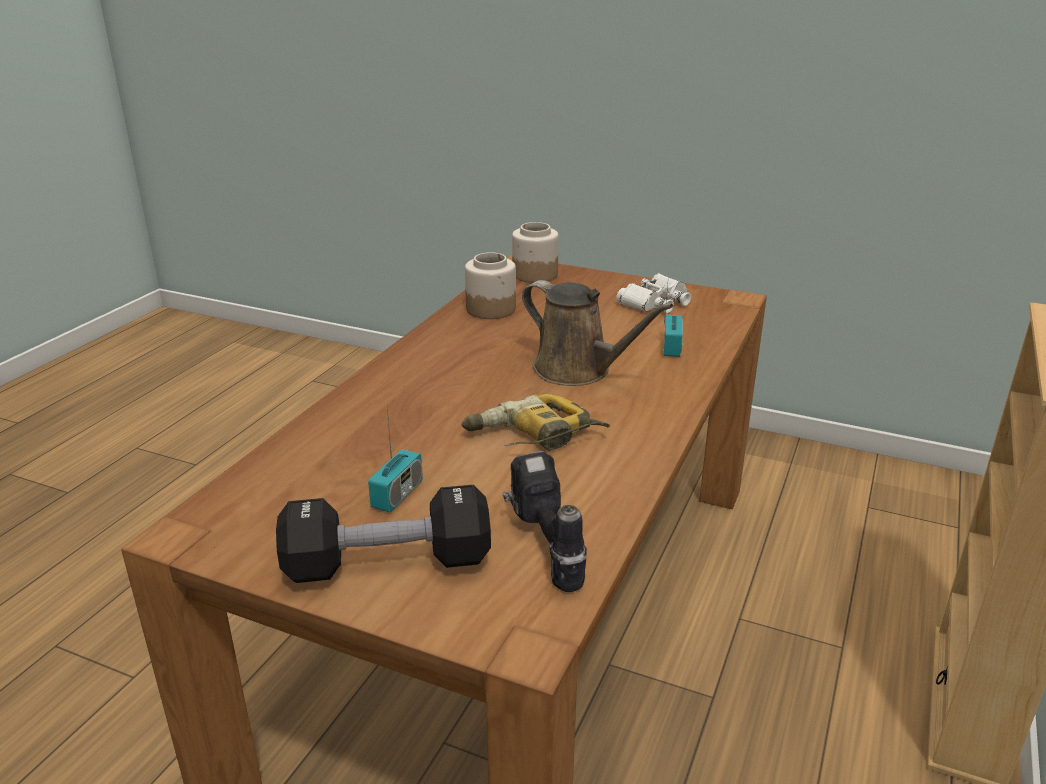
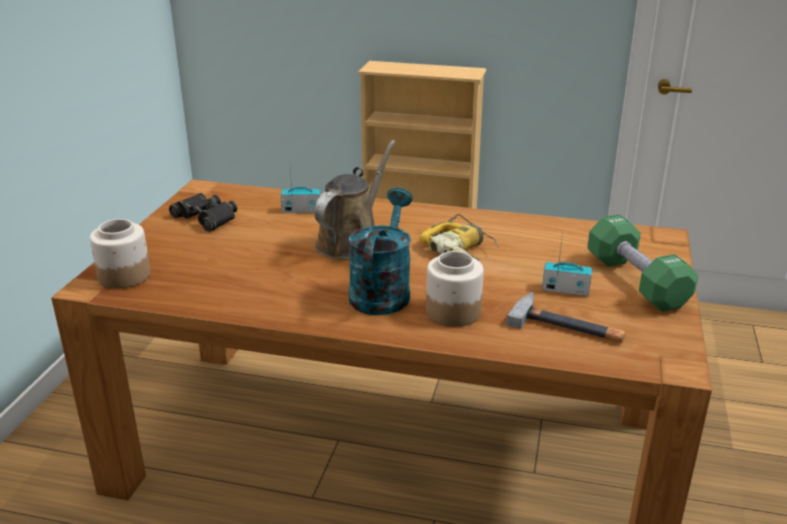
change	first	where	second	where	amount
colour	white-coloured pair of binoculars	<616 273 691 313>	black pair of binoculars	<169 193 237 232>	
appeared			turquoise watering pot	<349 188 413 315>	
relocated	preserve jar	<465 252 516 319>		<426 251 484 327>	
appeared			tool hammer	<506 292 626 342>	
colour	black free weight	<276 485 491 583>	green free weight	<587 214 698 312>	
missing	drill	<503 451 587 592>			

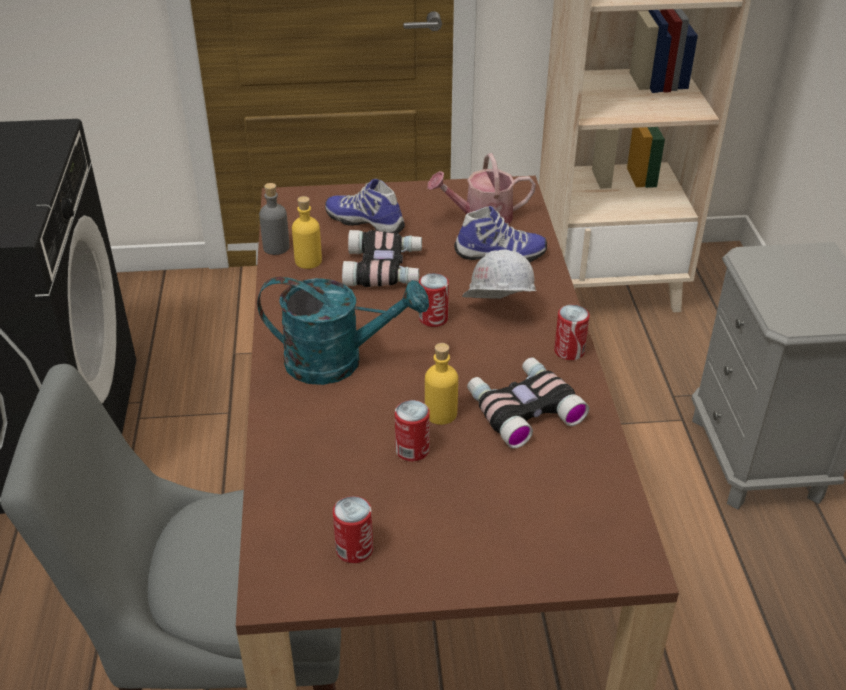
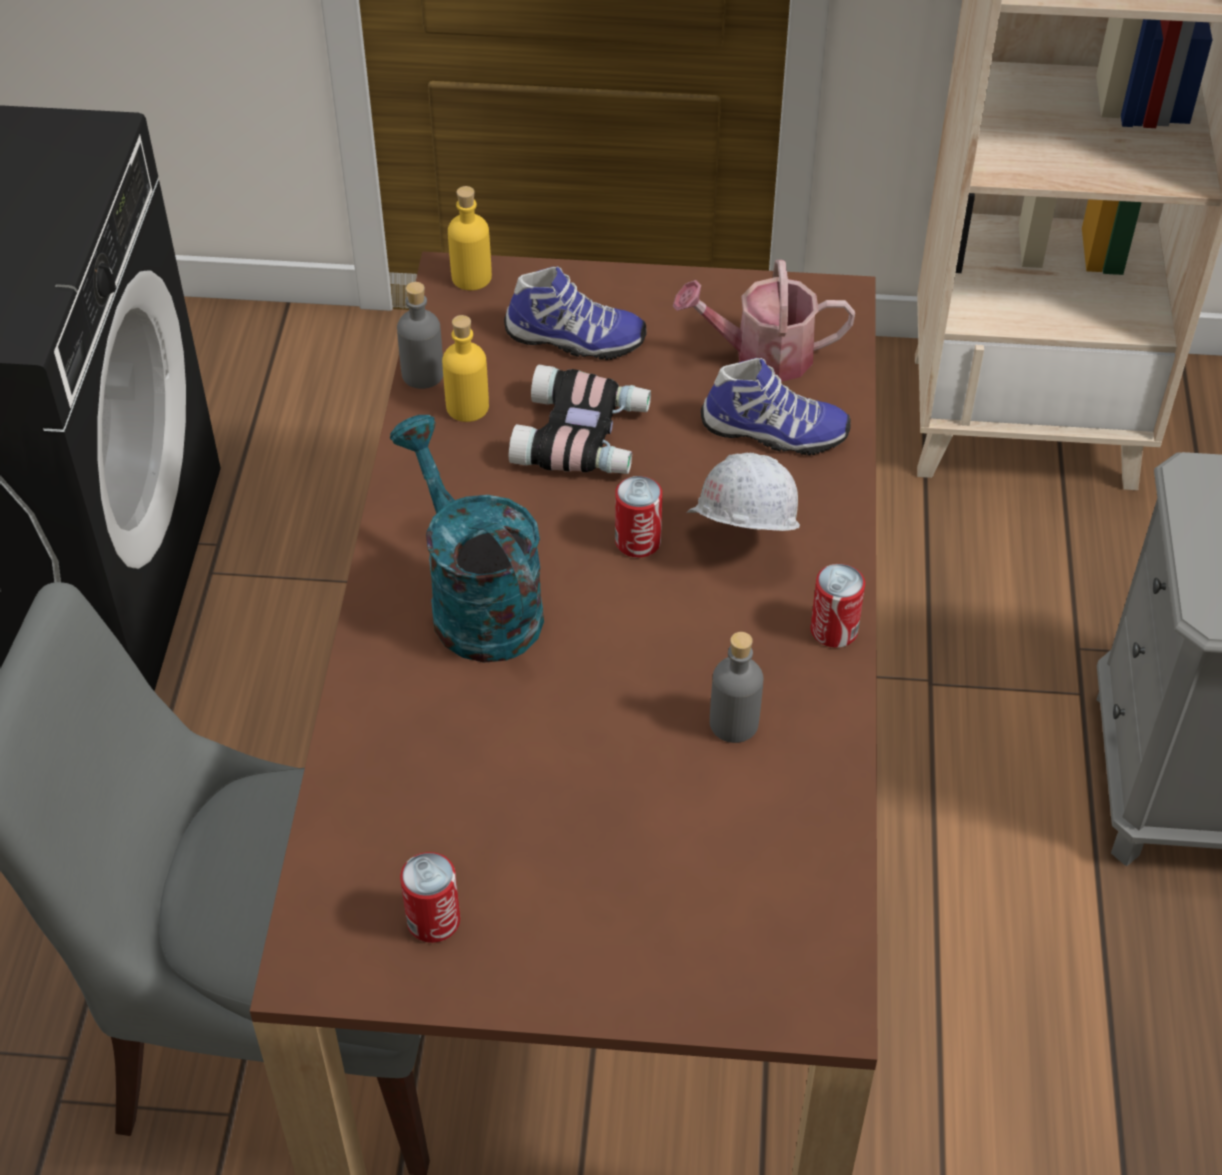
change	first	where	second	where	amount
spun	turquoise watering pot	<257 277 429 385>		<390 415 544 663>	135 degrees counterclockwise
relocated	yellow bottle	<425 343 458 425>		<448 186 492 290>	
spun	shoe	<325 179 405 234>		<504 266 646 360>	150 degrees clockwise
exchanged	pair of binoculars	<467 357 589 449>	greyish bottle	<710 632 763 743>	
missing	sealed can	<395 400 430 461>			

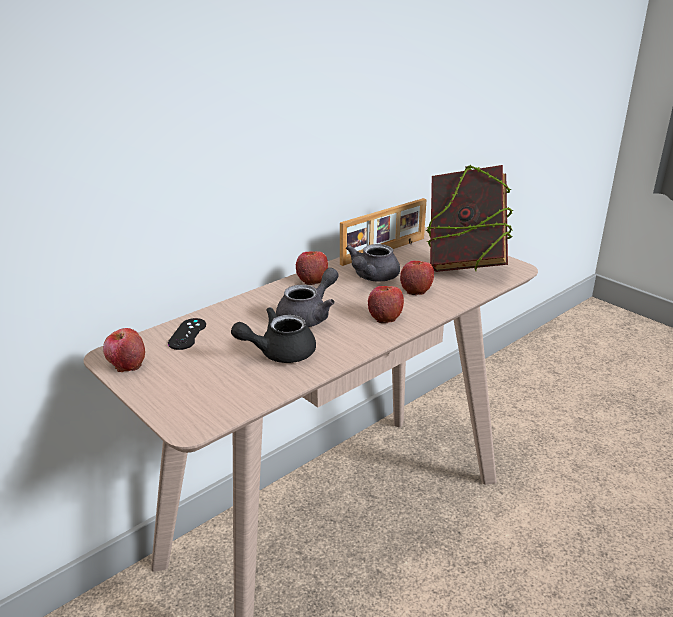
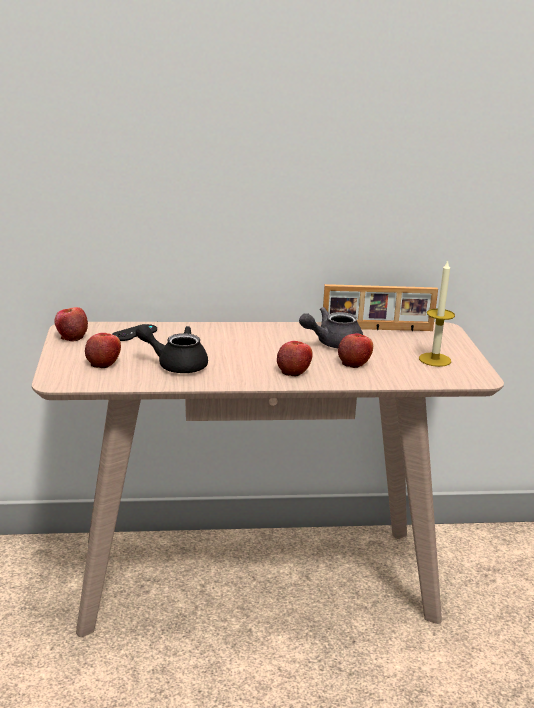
change	first	where	second	where	amount
relocated	apple	<296 251 328 285>		<85 333 121 368>	
exchanged	book	<425 164 514 272>	candle	<419 260 455 367>	
missing	greyish pot for tea	<276 268 339 327>			

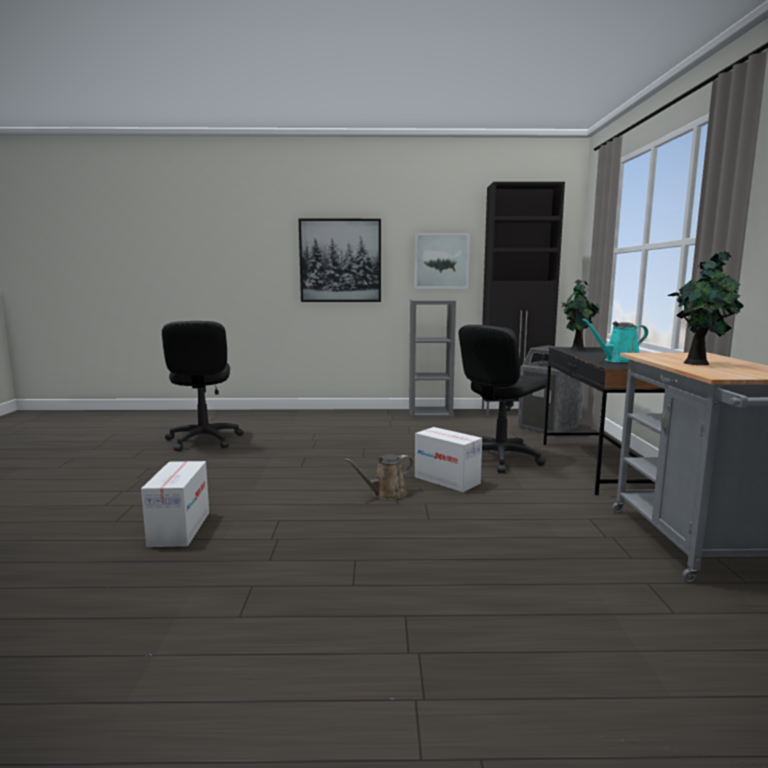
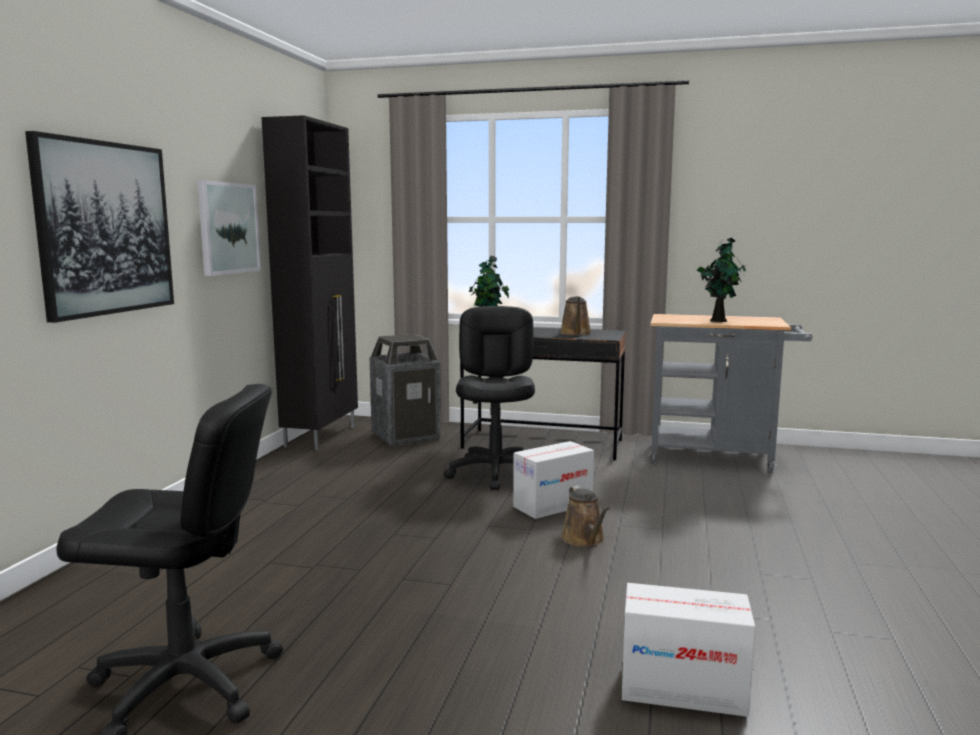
change	first	where	second	where	amount
spun	black office chair	<459 325 547 473>		<444 306 535 490>	150 degrees counterclockwise
colour	turquoise watering pot	<582 319 648 362>	brownish watering pot	<560 296 592 336>	
missing	greyish bookcase	<409 299 456 418>			

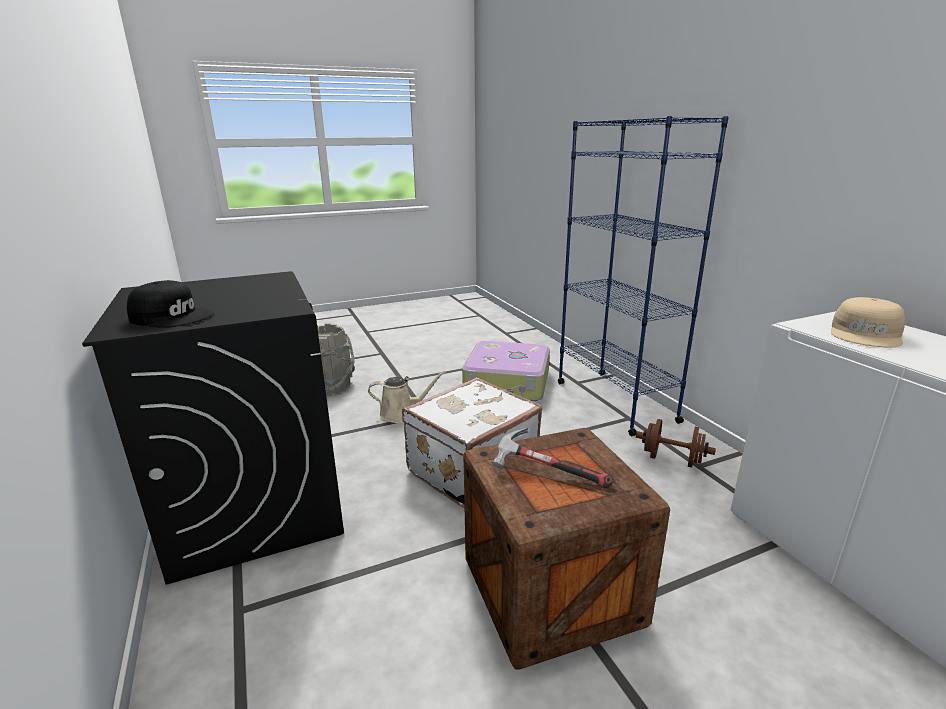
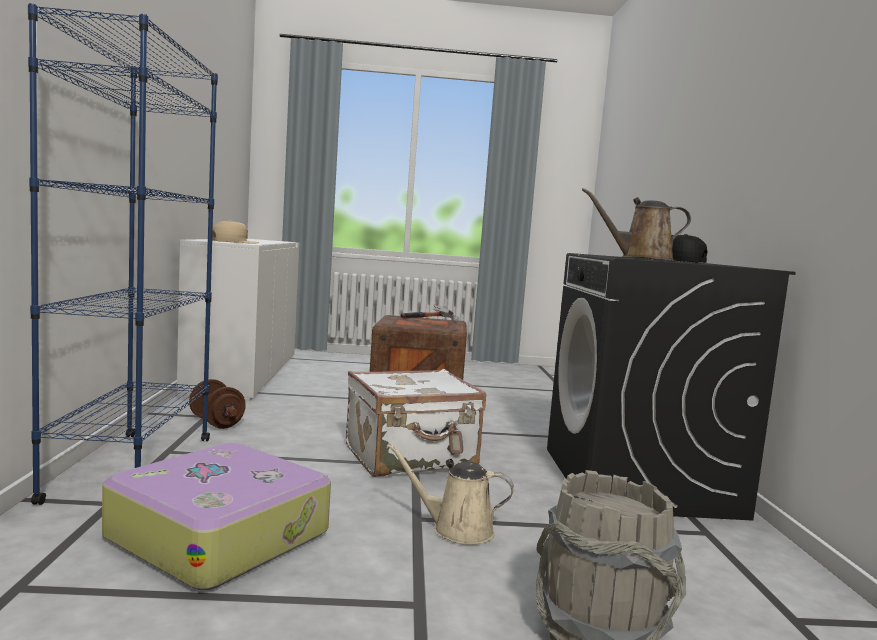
change	first	where	second	where	amount
appeared			brownish watering pot	<582 188 691 260>	

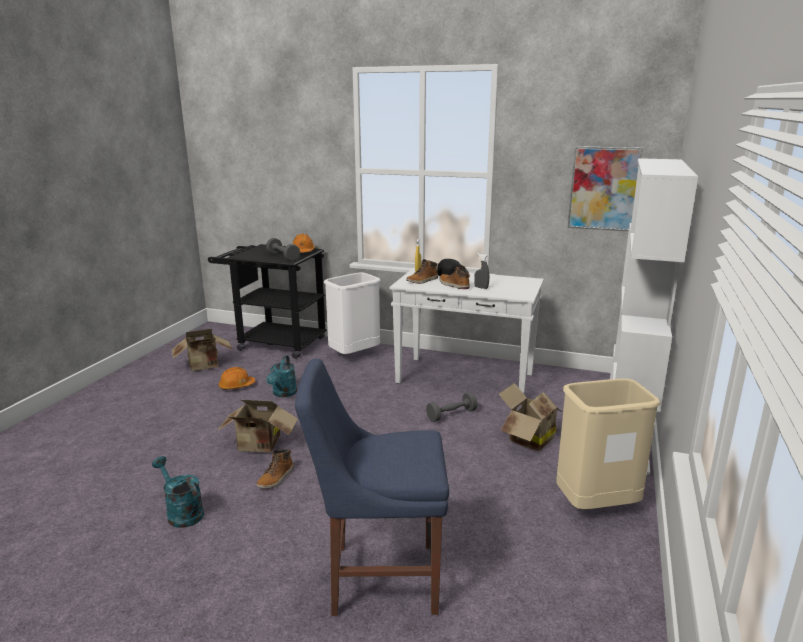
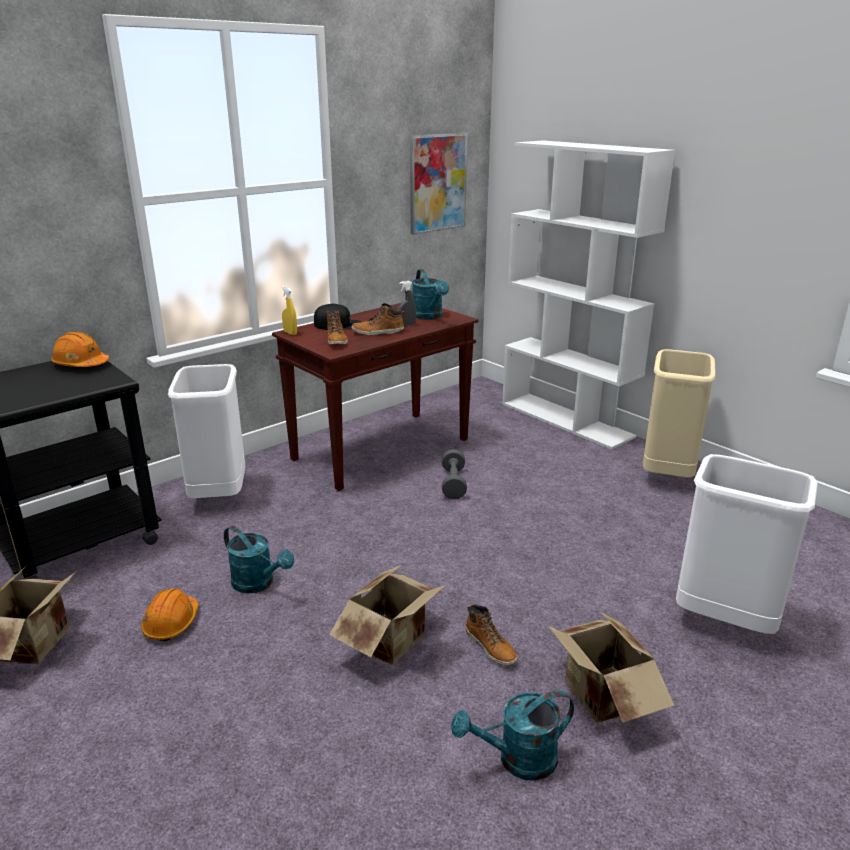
change	first	where	second	where	amount
colour	white-coloured console table	<390 268 544 394>	brownish console table	<272 303 479 491>	
appeared			turquoise watering pot	<412 269 449 320>	
relocated	carton	<499 383 563 451>		<547 611 675 723>	
exchanged	blue-coloured upright chair	<295 358 449 616>	white-coloured trash can	<676 454 818 634>	
missing	greyish free weight	<266 238 300 261>			

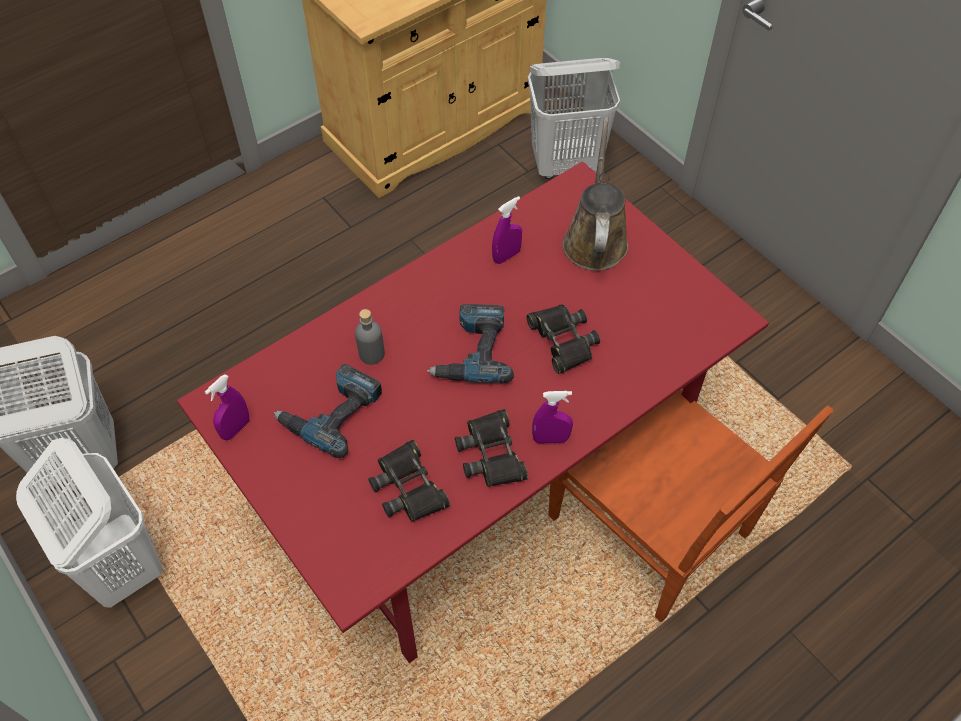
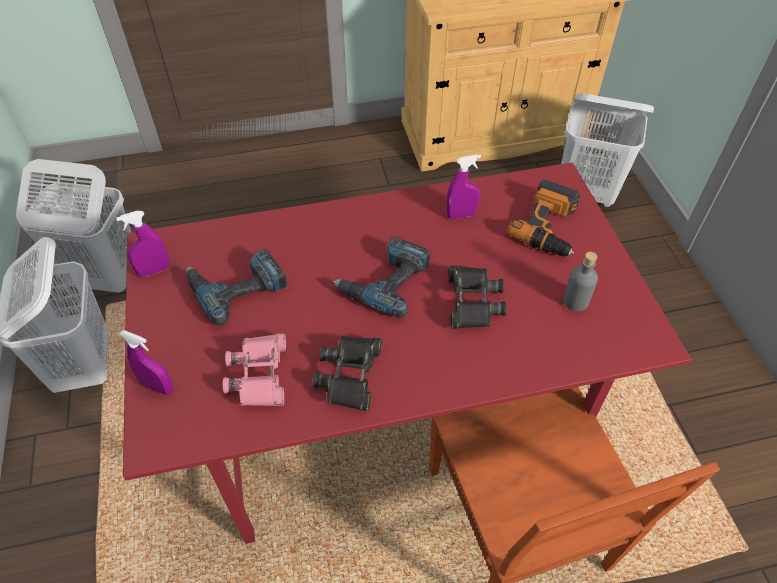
change	first	where	second	where	amount
relocated	purple-coloured hand sprayer	<532 391 573 443>		<119 330 173 395>	
colour	black pair of binoculars	<368 440 450 522>	pinkish pair of binoculars	<223 333 286 406>	
exchanged	brownish watering pot	<562 117 628 271>	drill	<507 180 581 257>	
relocated	greyish bottle	<355 309 385 365>		<563 252 598 311>	

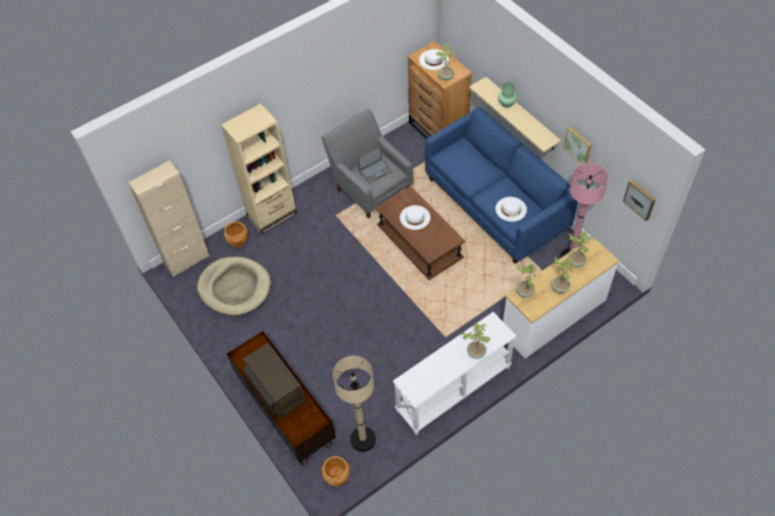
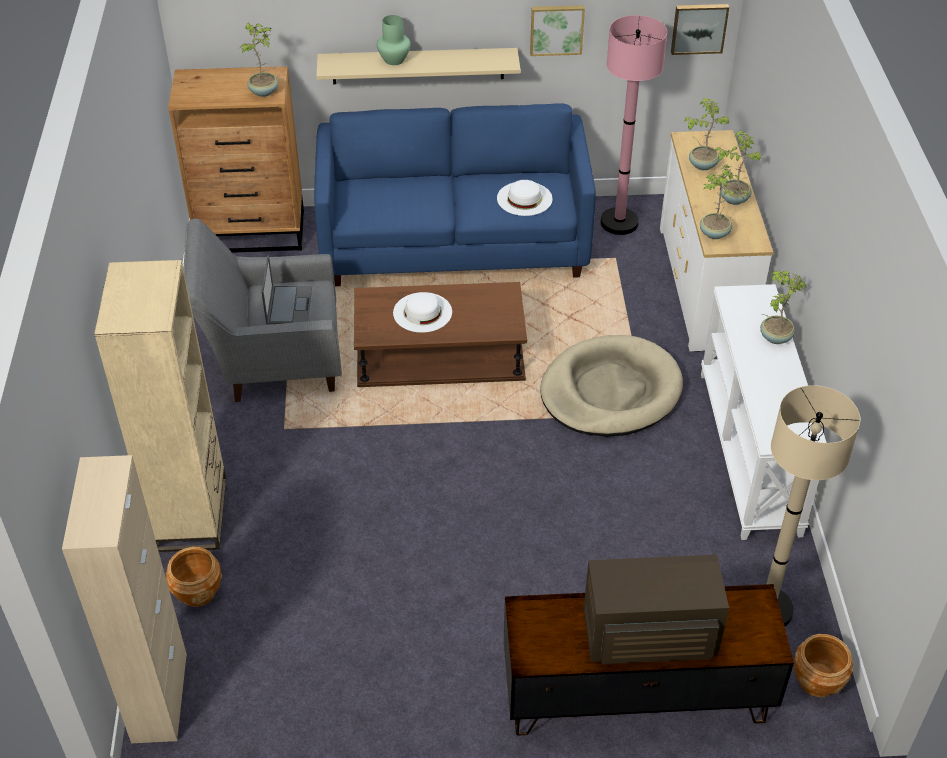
change	first	where	second	where	amount
relocated	beige-coloured pet bed	<197 257 271 316>		<540 335 683 437>	
missing	white-coloured hat	<419 49 449 70>			

